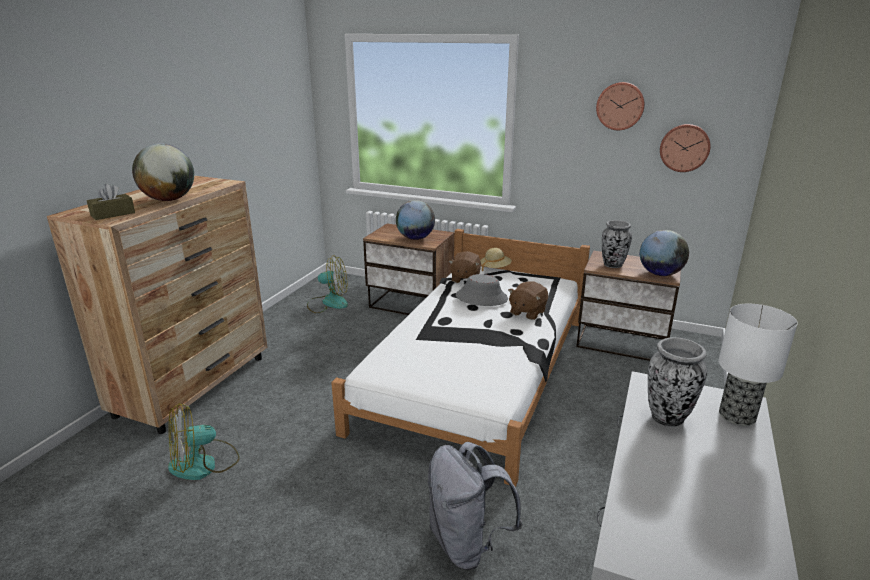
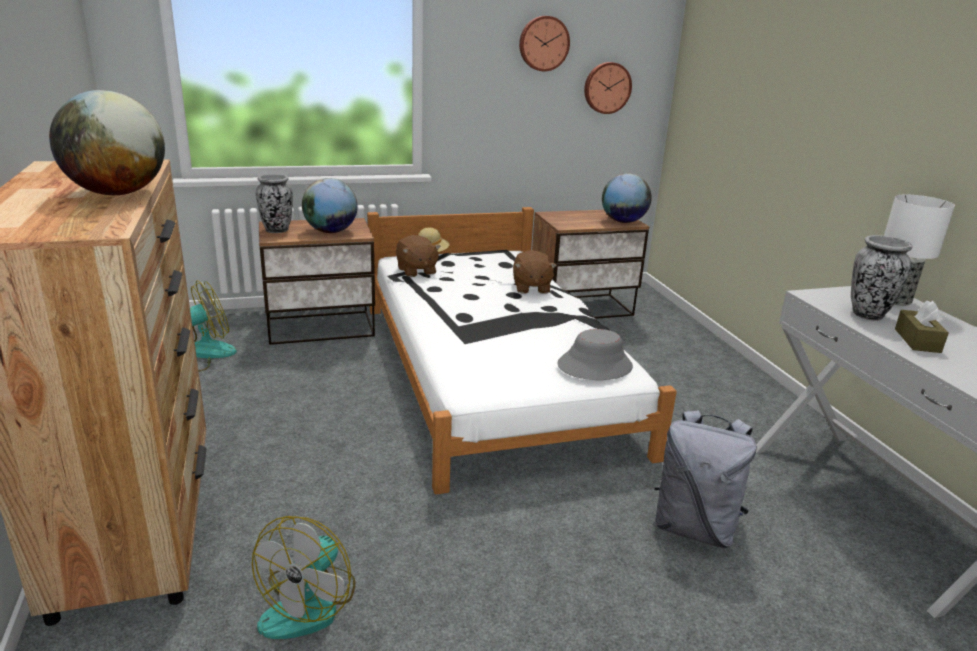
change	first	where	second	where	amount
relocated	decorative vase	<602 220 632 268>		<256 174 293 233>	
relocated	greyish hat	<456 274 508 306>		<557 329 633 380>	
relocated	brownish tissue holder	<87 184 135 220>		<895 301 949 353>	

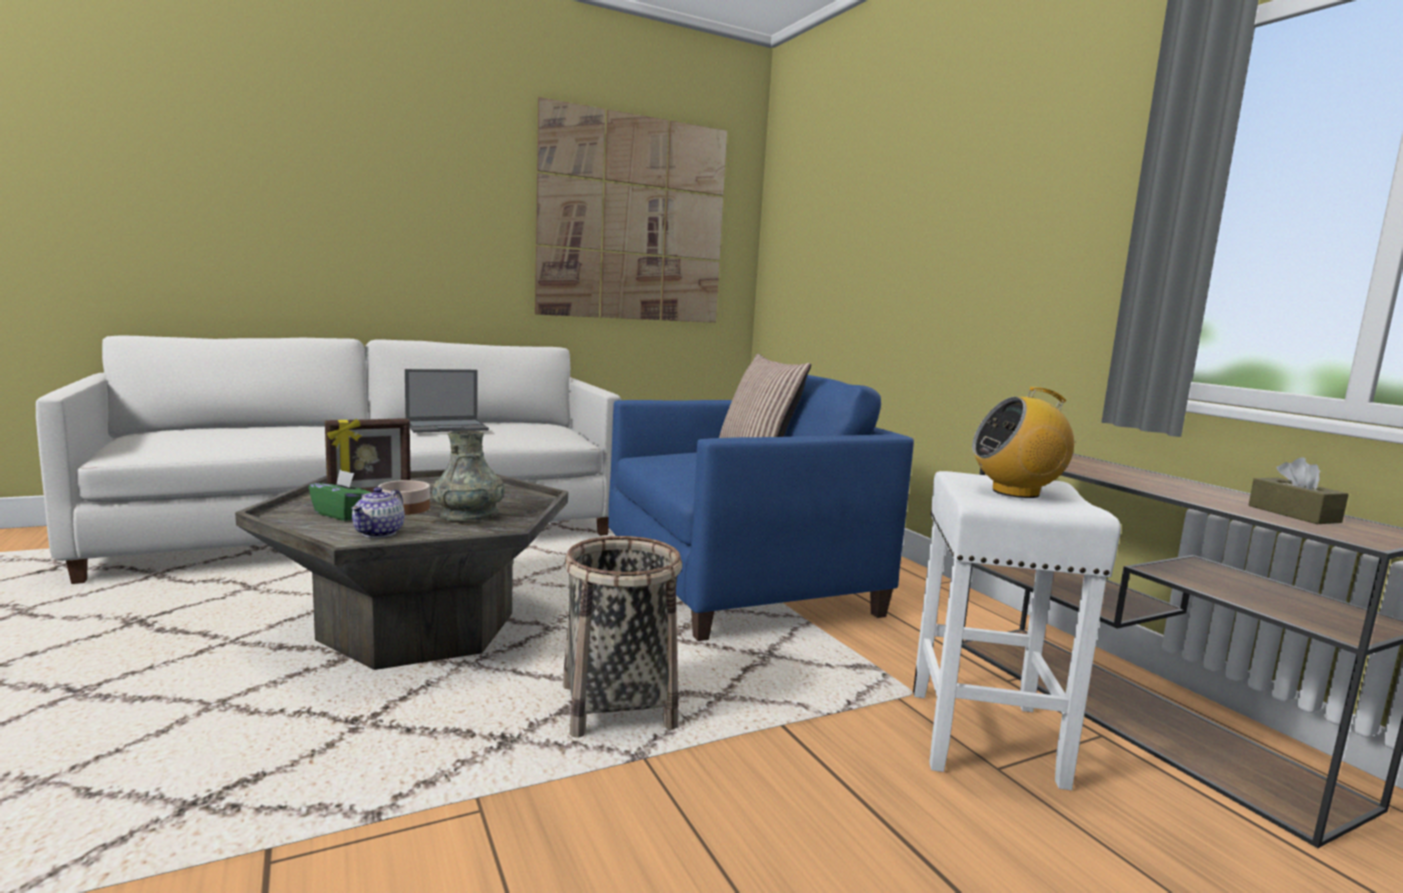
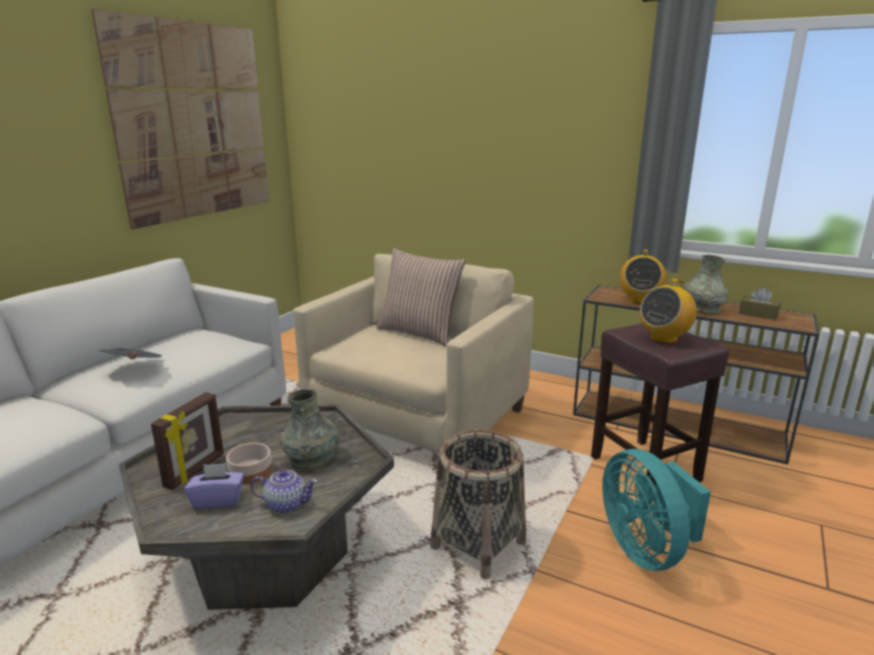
change	first	where	second	where	amount
exchanged	notebook computer	<405 369 489 433>	newspaper	<99 348 163 359>	
colour	green tissue holder	<309 470 371 521>	purple-coloured tissue holder	<185 463 244 509>	
spun	pot for tea	<351 487 405 538>		<251 470 318 513>	60 degrees counterclockwise
colour	blue-coloured easy chair	<608 375 914 641>	beige-coloured easy chair	<293 254 534 453>	
colour	white-coloured sitting stool	<913 471 1121 790>	brownish sitting stool	<591 323 729 487>	
appeared			turquoise cooling fan	<602 449 711 571>	
appeared			radio receiver	<619 249 667 304>	
appeared			greyish decorative vase	<683 255 729 314>	

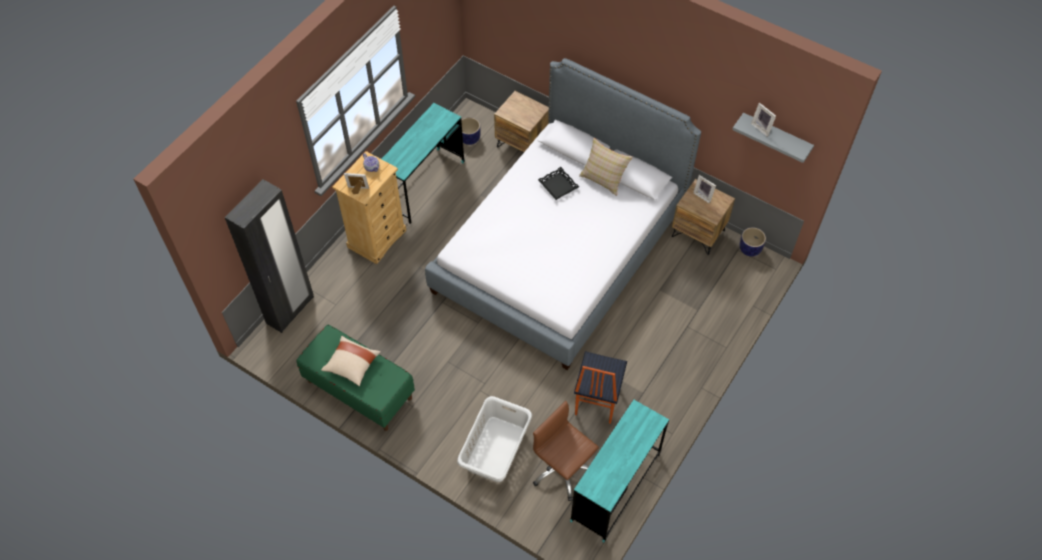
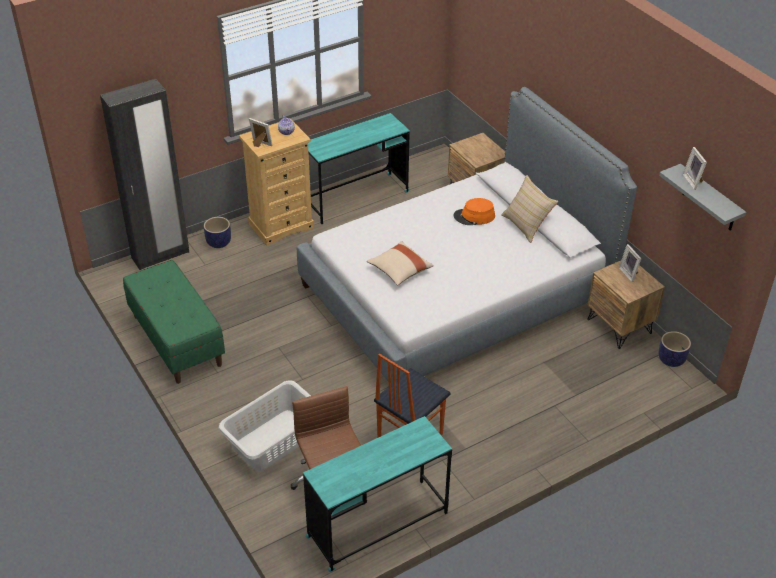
change	first	where	second	where	amount
relocated	flower pot	<461 117 481 145>		<204 217 231 248>	
relocated	beige-coloured pillow	<321 336 381 386>		<367 241 434 286>	
exchanged	black carrying tray	<538 167 579 200>	orange-coloured hat	<453 198 495 225>	

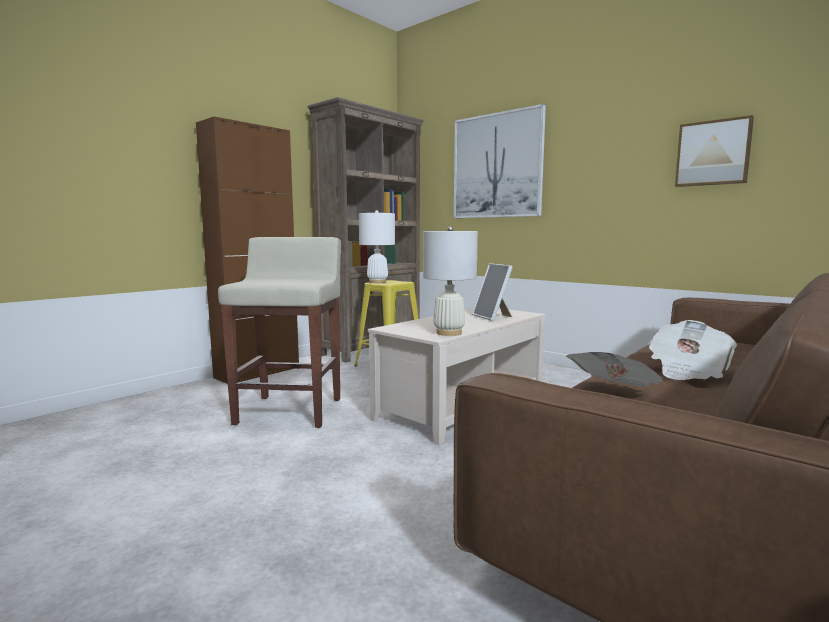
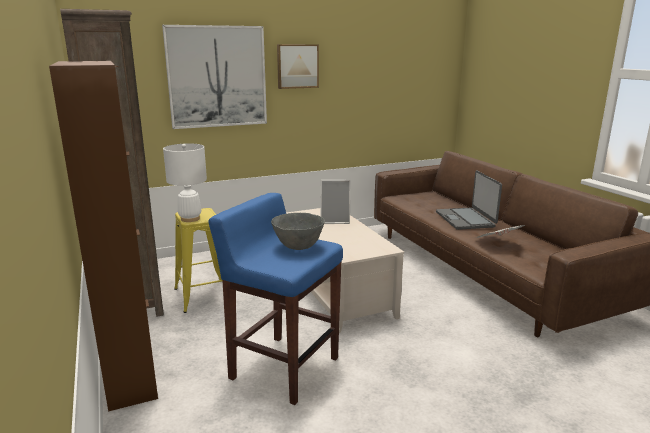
change	first	where	second	where	amount
colour	beige-coloured sitting stool	<218 237 341 428>	blue-coloured sitting stool	<208 193 343 405>	
appeared			greyish serving bowl	<271 213 325 250>	
relocated	wall art	<675 115 754 187>		<277 44 319 89>	
exchanged	newspaper	<648 320 737 380>	notebook computer	<436 170 502 230>	
missing	white-coloured lamp for a table	<423 226 478 336>			

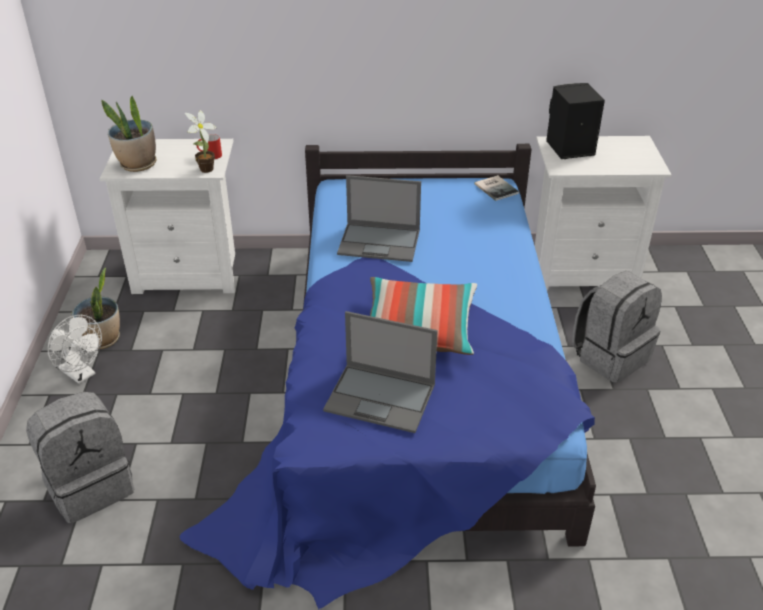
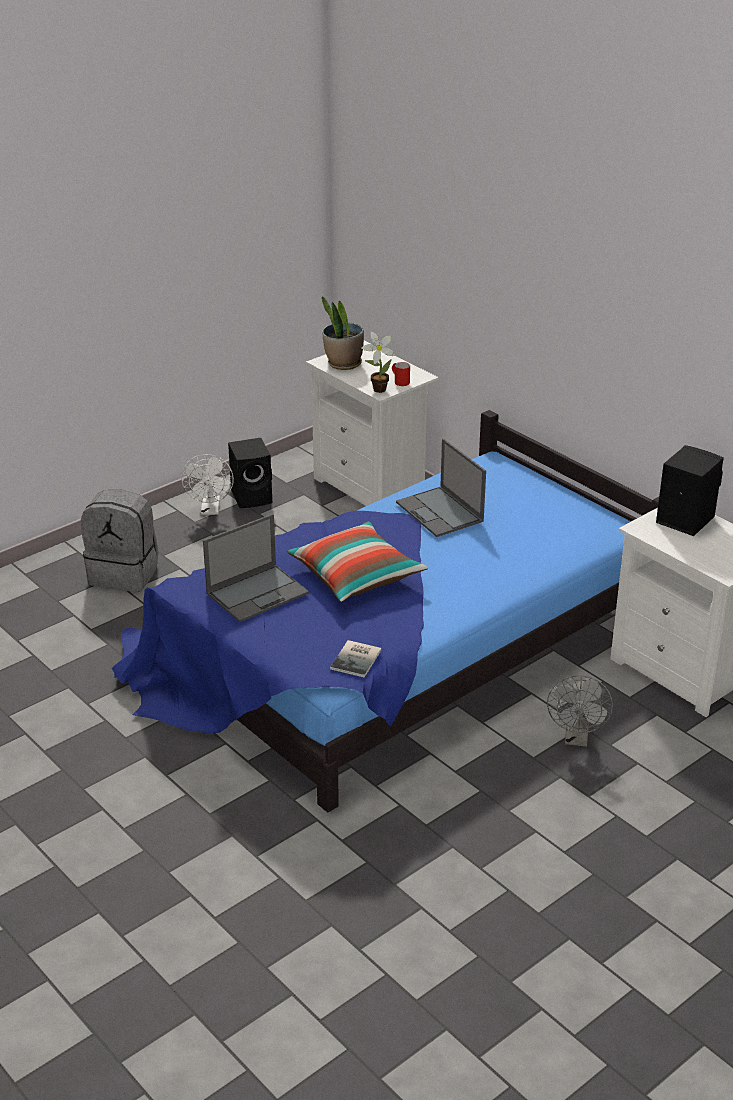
change	first	where	second	where	amount
spun	notebook computer	<323 311 438 433>		<203 514 309 622>	105 degrees counterclockwise
exchanged	houseplant	<72 268 120 349>	black speaker	<228 438 272 508>	
relocated	book	<474 175 519 201>		<330 640 381 678>	
exchanged	greyish knapsack	<572 271 662 383>	greyish cooling fan	<547 675 613 747>	

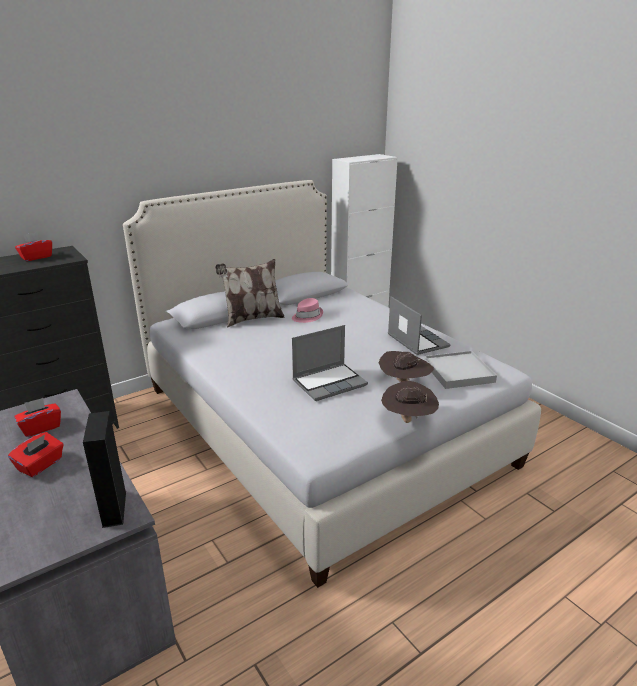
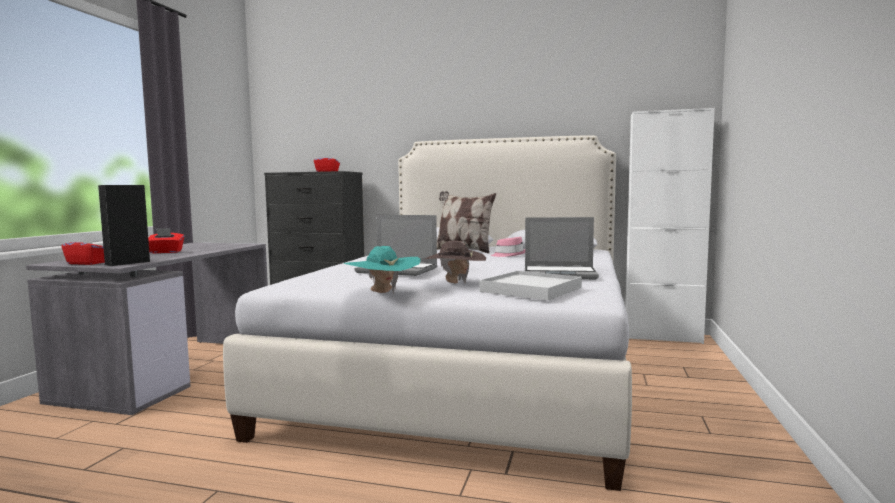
change	first	where	second	where	amount
relocated	reddish tissue holder	<15 398 61 437>		<61 234 105 265>	
colour	brownish hat	<381 381 439 423>	turquoise hat	<344 246 421 295>	
spun	notebook computer	<388 296 451 355>		<525 217 599 280>	75 degrees clockwise

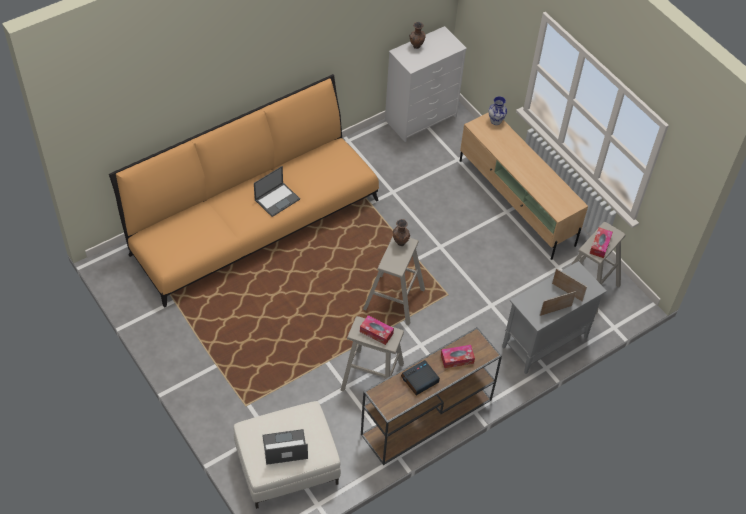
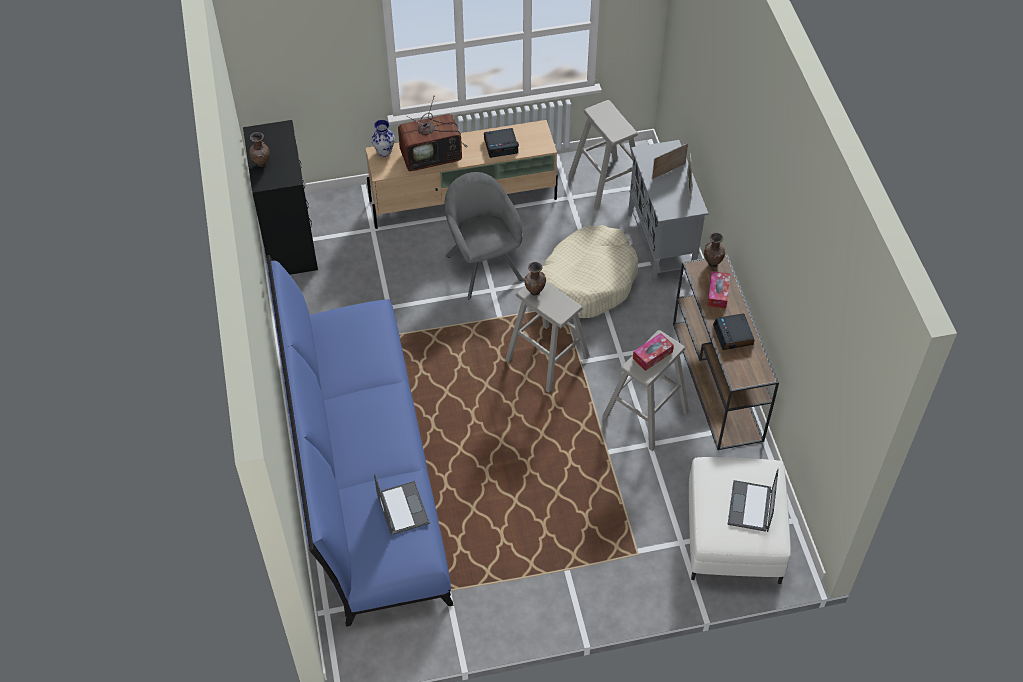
change	first	where	second	where	amount
colour	white-coloured drawer chest	<385 26 467 142>	black drawer chest	<243 120 318 275>	
colour	orange-coloured settee	<109 74 379 308>	blue-coloured settee	<266 255 453 627>	
relocated	notebook computer	<254 166 300 217>		<374 473 430 535>	
appeared			TV set	<398 95 468 171>	
appeared			greyish easy chair	<445 172 524 299>	
appeared			alarm clock	<484 128 519 158>	
appeared			beige-coloured pet bed	<540 225 638 318>	
appeared			brownish decorative vase	<704 233 725 268>	
missing	tissue holder	<589 227 613 258>			

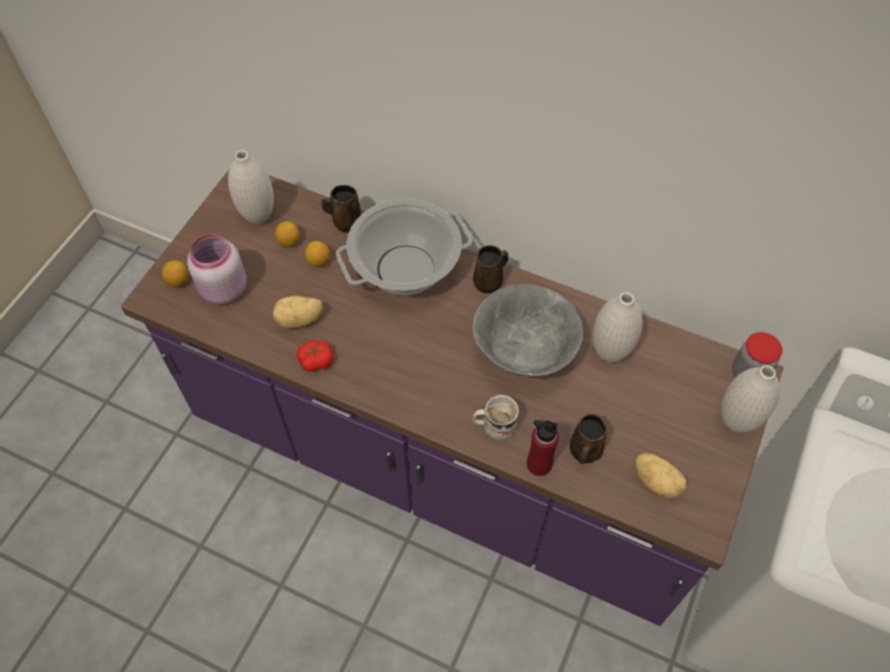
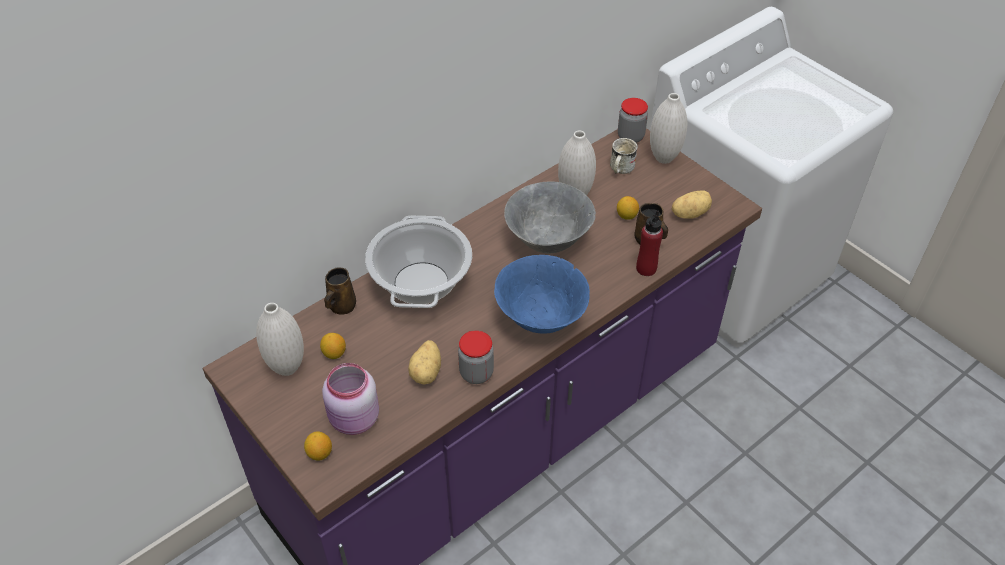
change	first	where	second	where	amount
exchanged	fresh tomato	<297 340 333 371>	preserve jar	<458 330 494 384>	
appeared			blue-coloured serving bowl	<494 255 590 333>	
relocated	white-coloured mug	<472 395 519 440>		<610 138 638 174>	
relocated	lemon	<305 241 330 267>		<617 196 639 220>	
missing	brownish mug	<473 245 508 293>			

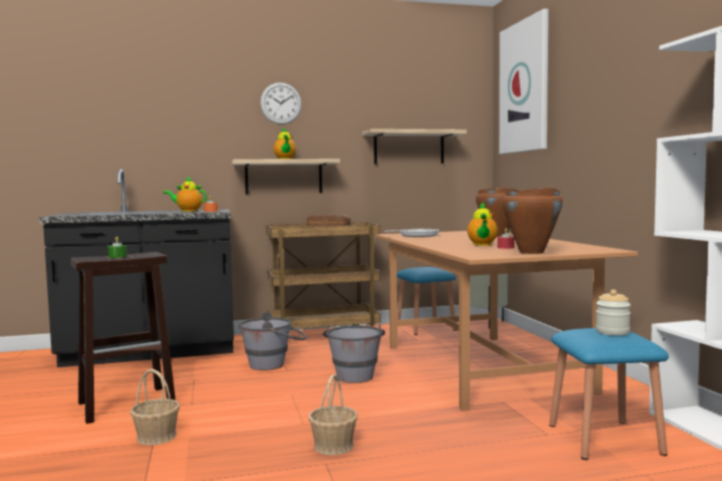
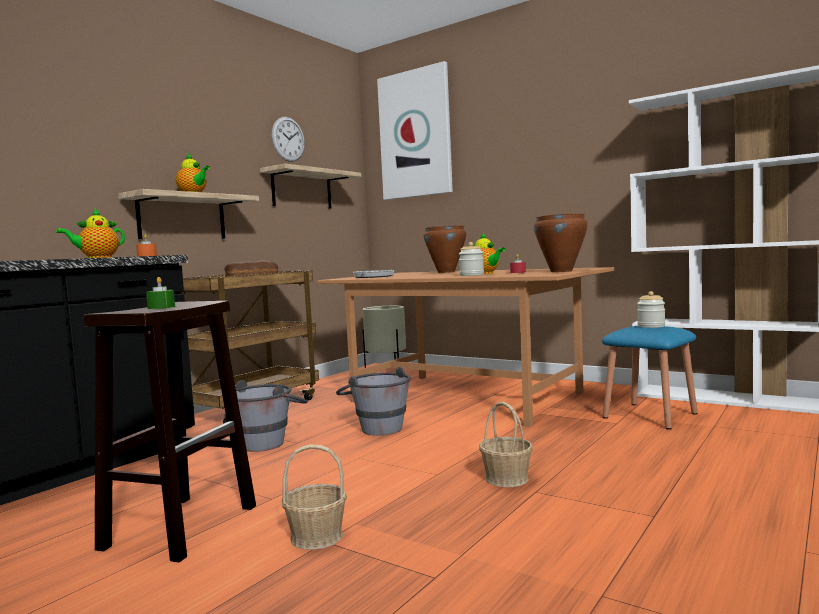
change	first	where	second	where	amount
relocated	clock on the wall	<260 82 302 125>		<272 117 305 162>	
appeared			preserve jar	<459 242 484 276>	
missing	blue-coloured sitting stool	<397 267 457 335>			

